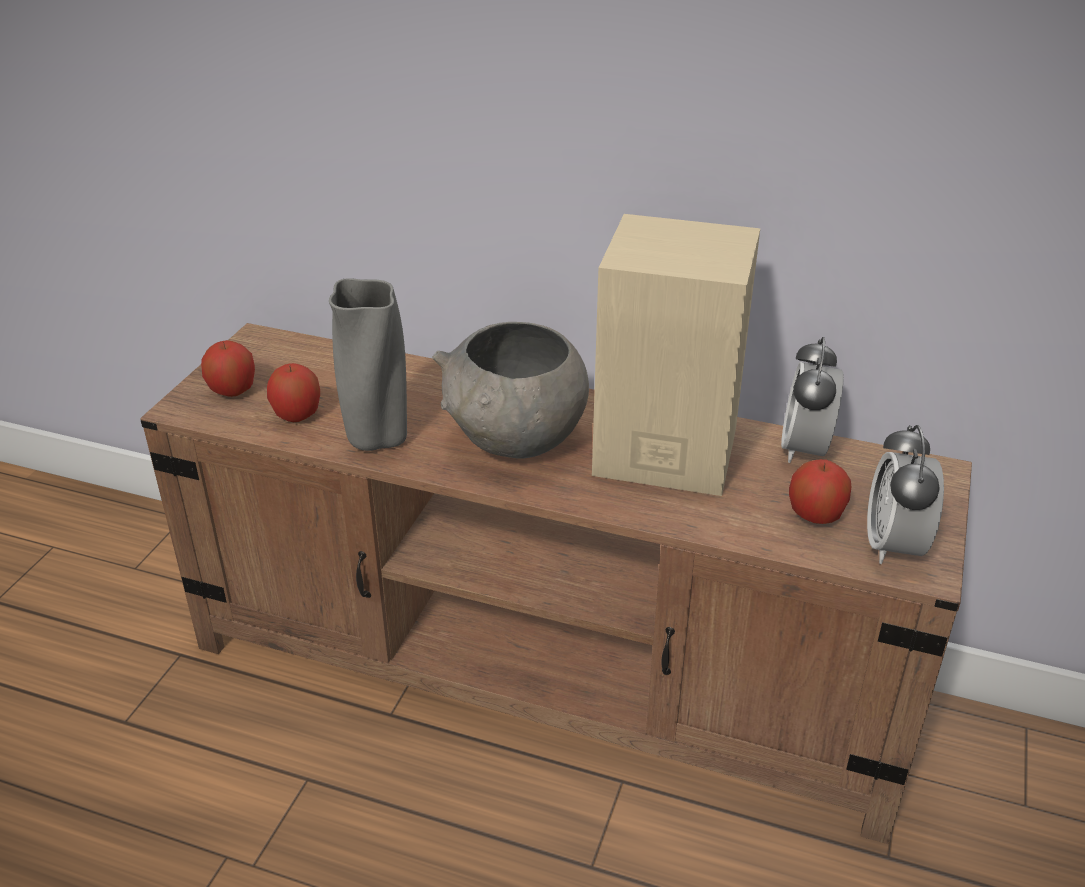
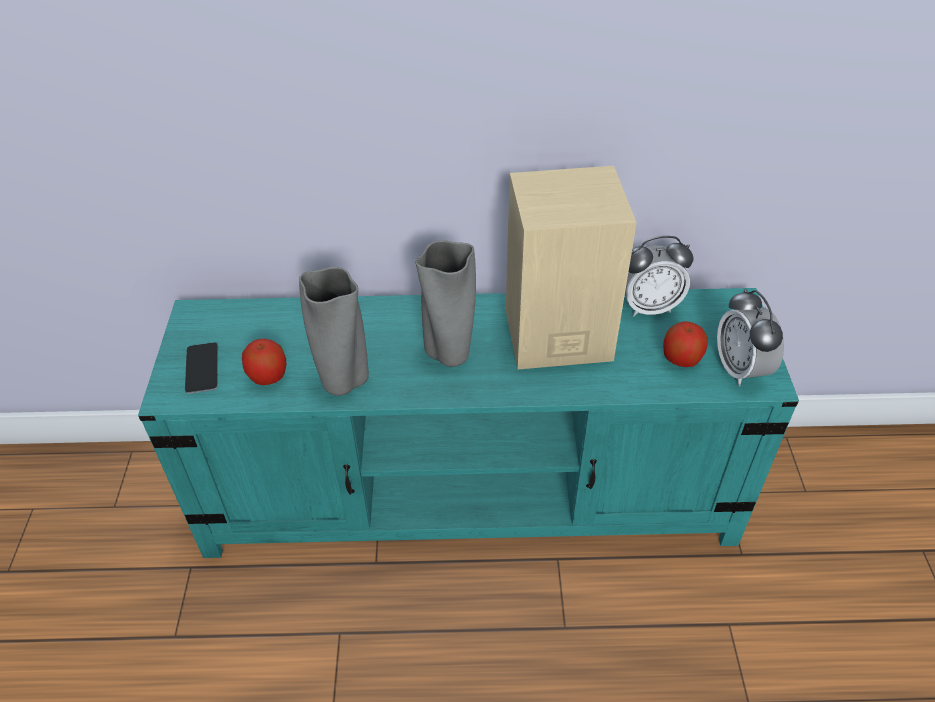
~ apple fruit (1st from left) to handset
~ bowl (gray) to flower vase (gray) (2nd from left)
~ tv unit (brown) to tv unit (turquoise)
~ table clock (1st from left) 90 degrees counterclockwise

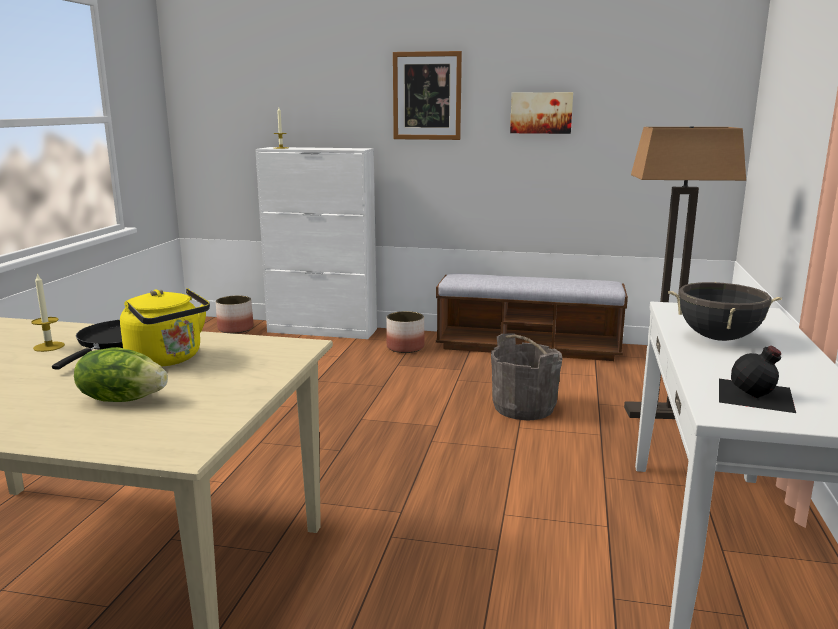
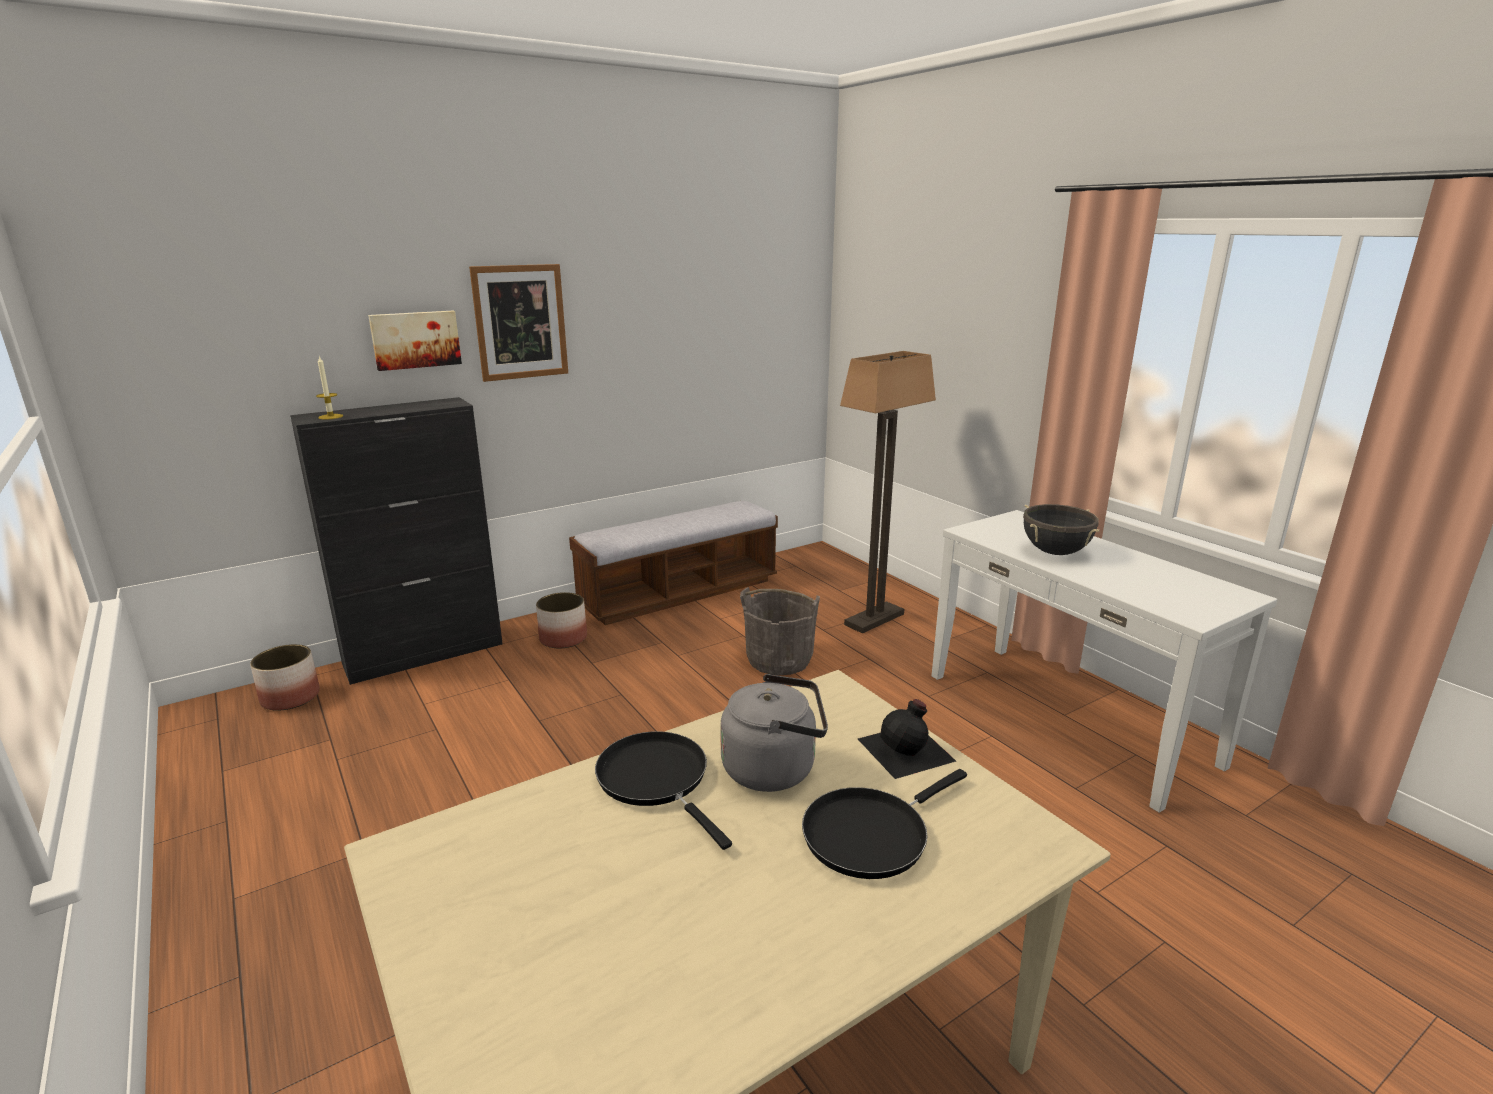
- wax light (1st from left)
~ wall art (2nd from left in the first image) to wall art (1st from left)
~ drink bottle (blackish)
~ lettuce to pan (blackish) (2nd from left)
~ tea kettle (yellow-coloured) to tea kettle (gray)
~ cabinet (white) to cabinet (blackish)

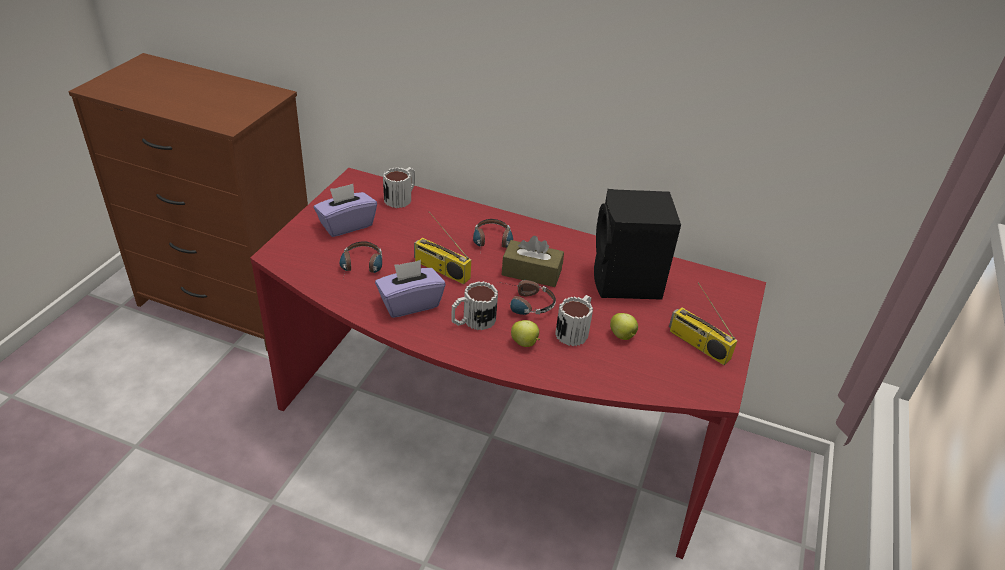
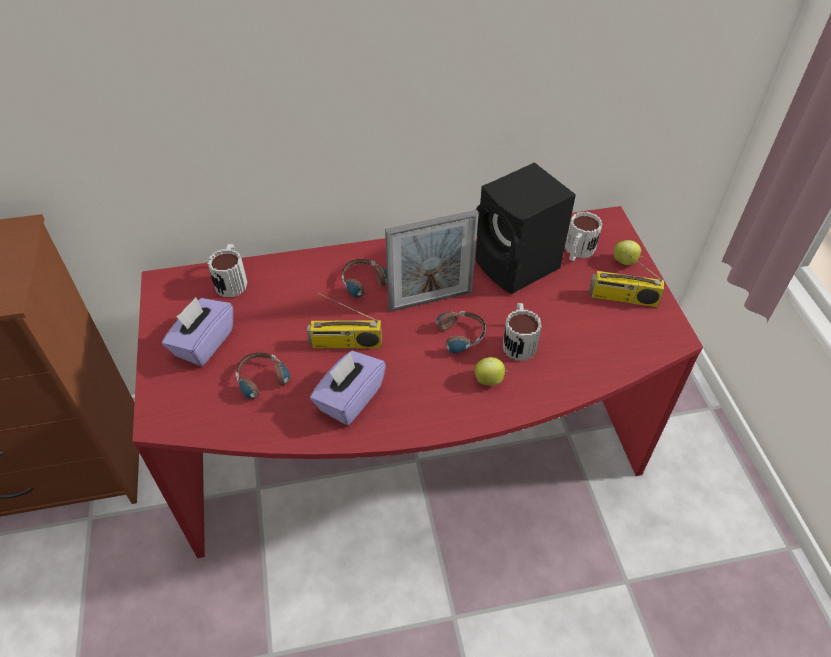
~ tea mug (2nd from left in the first image) to tea mug (3rd from left)
~ apple fruit (2nd from left)
~ tissue holder (brown) to picture frame

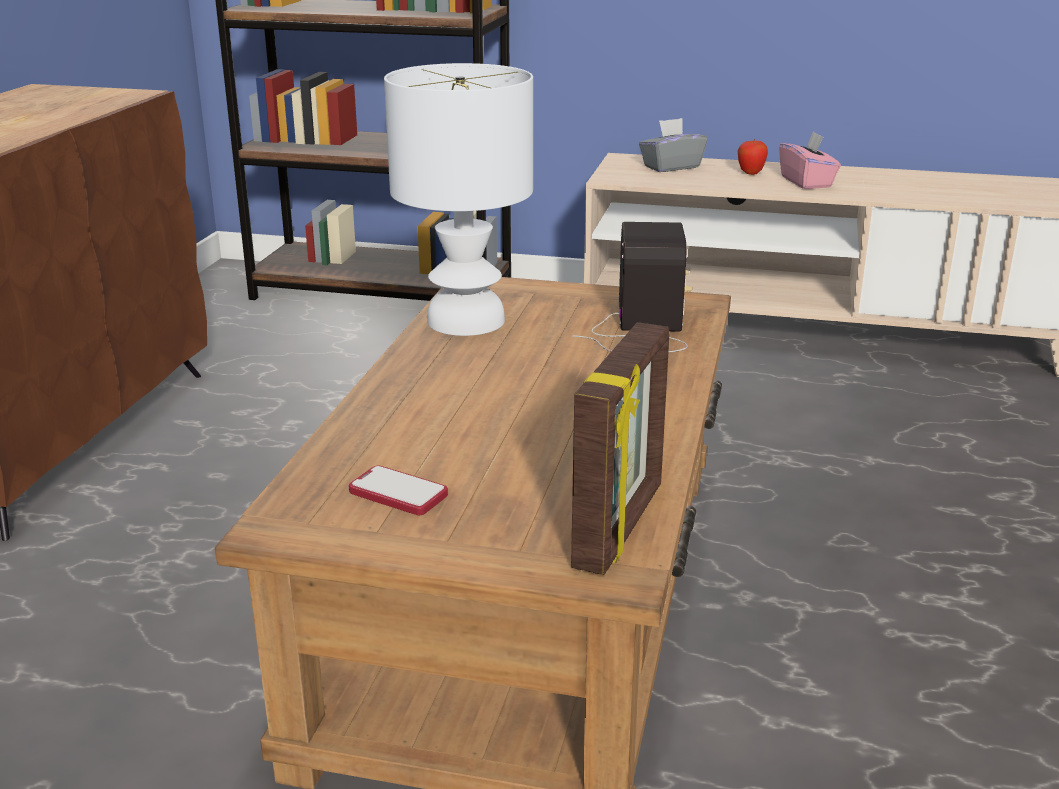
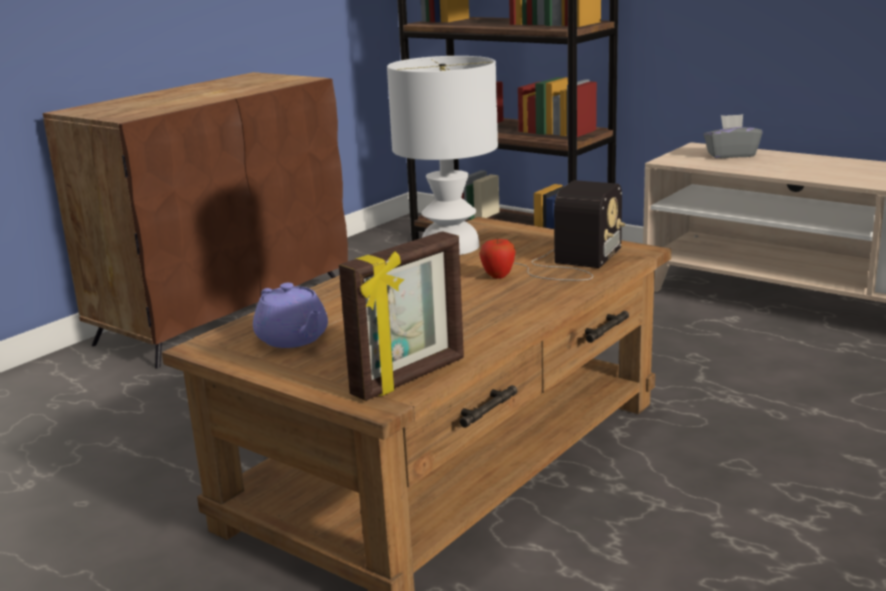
- tissue holder (pink-coloured)
~ apple fruit
~ handset to tea pot (purple)

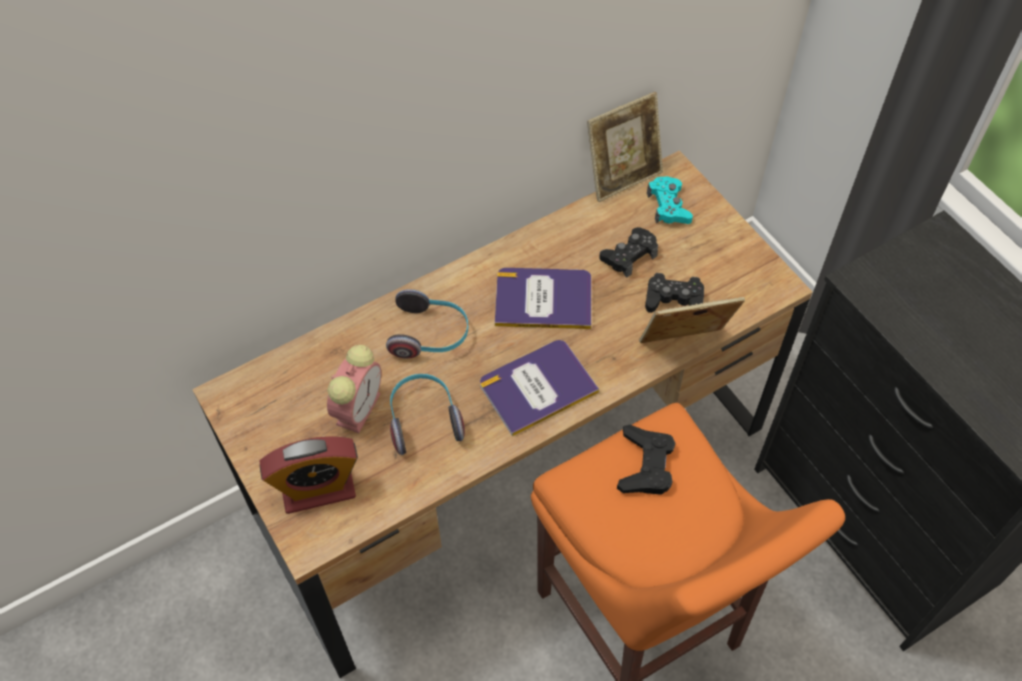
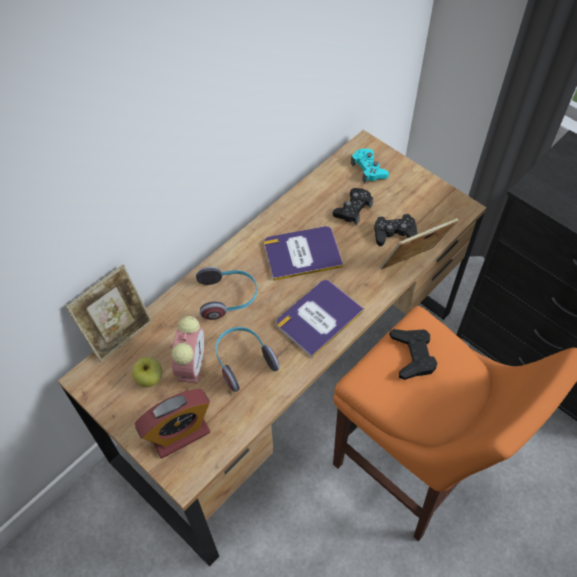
+ apple fruit
~ picture frame (1st from left)

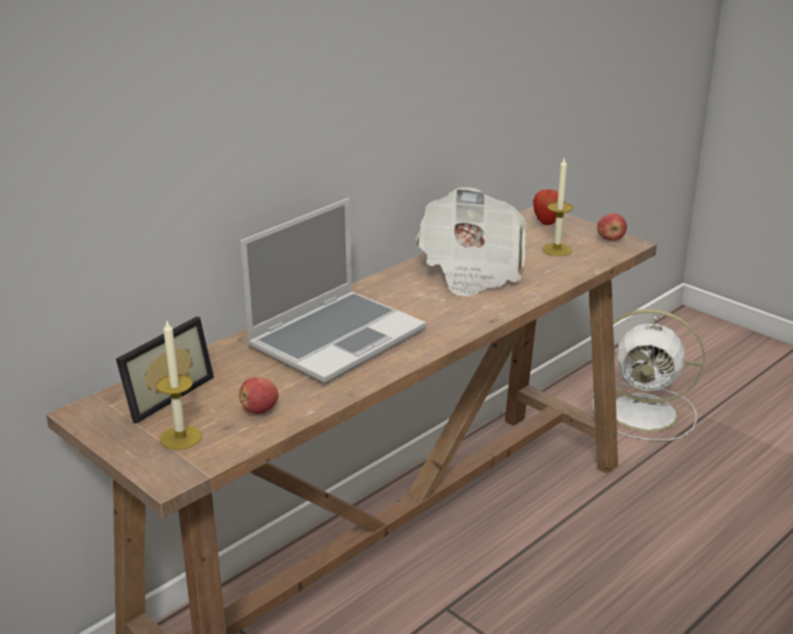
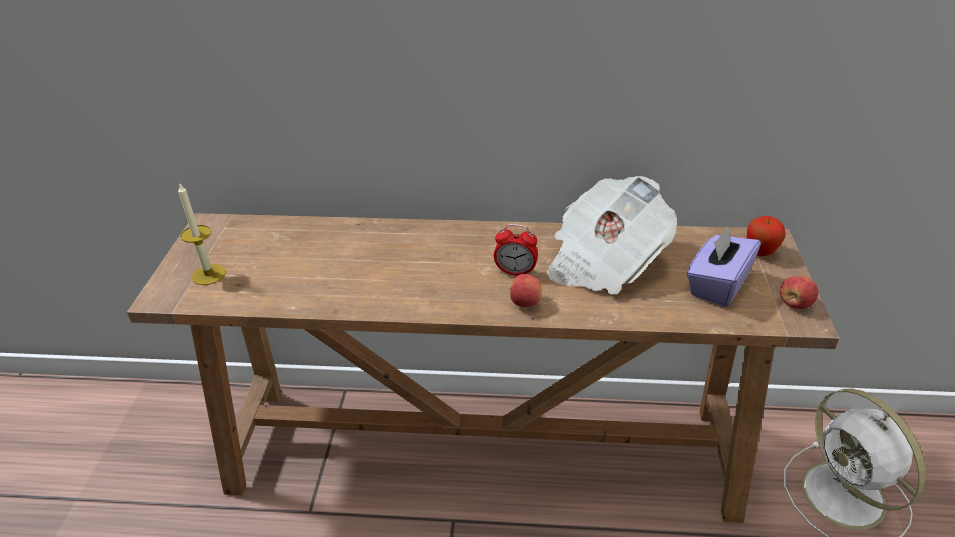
- picture frame
- laptop
+ table clock
~ apple fruit (1st from left)
~ wax light (2nd from left) to tissue holder (purple)

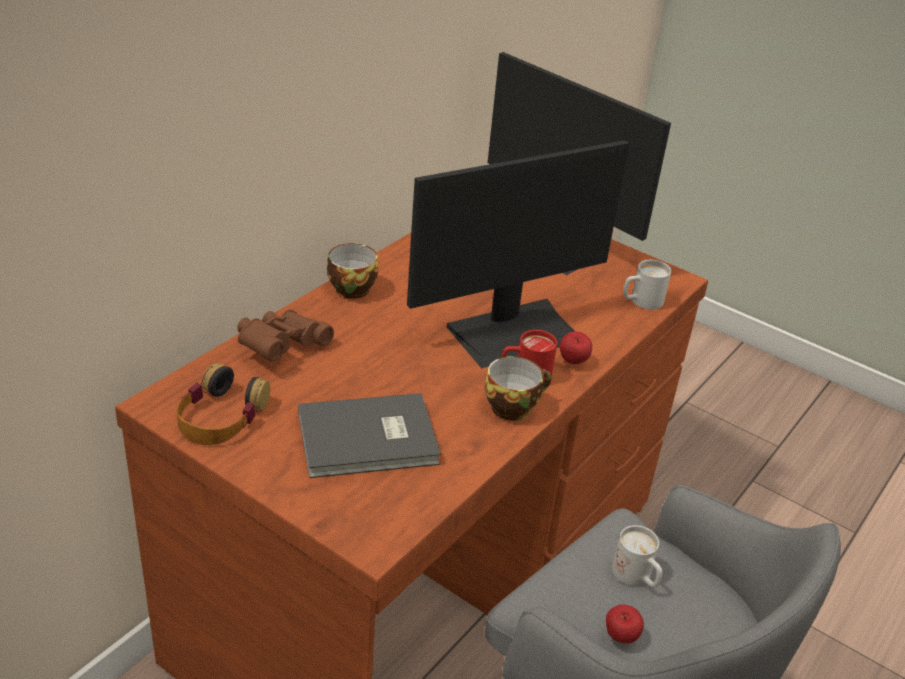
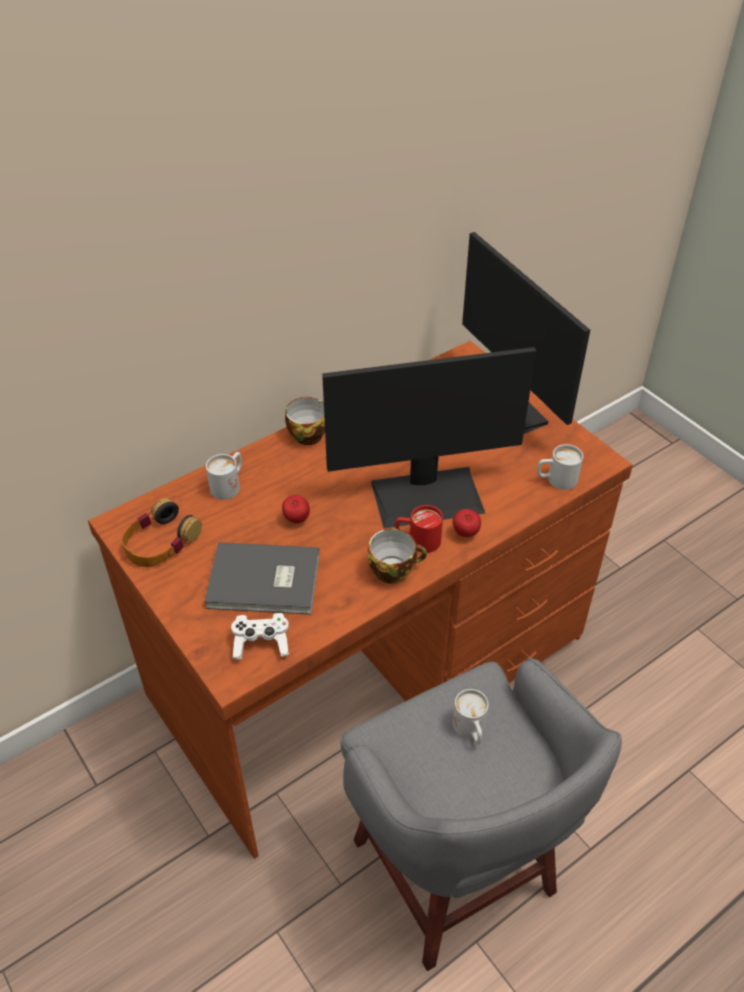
+ game controller (white)
~ apple fruit (2nd from left in the first image) to apple fruit (1st from left)
~ field glasses (brown) to tea mug (white) (1st from left)

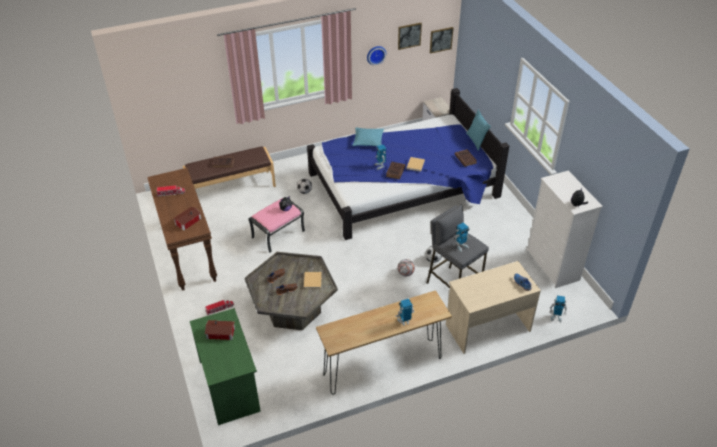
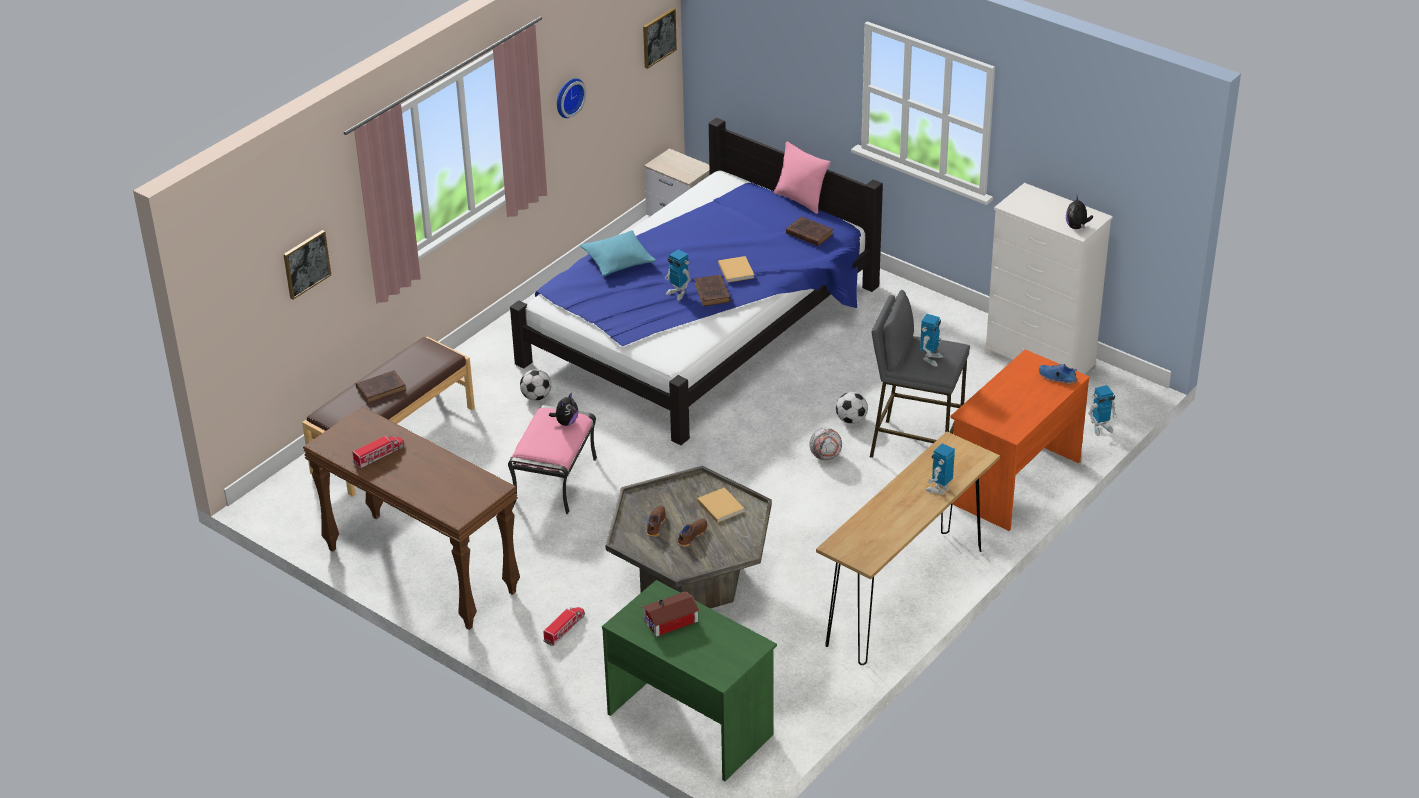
- miniature house (1st from left)
~ wall art (1st from left)
~ desk table (beige) to desk table (orangey)
~ pillow (turquoise) (2nd from left) to pillow (pink-coloured)

